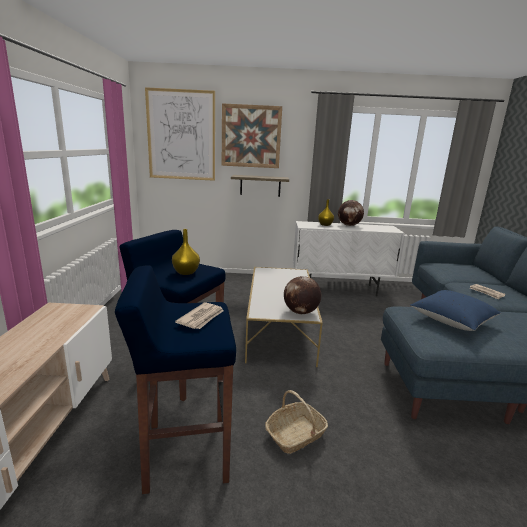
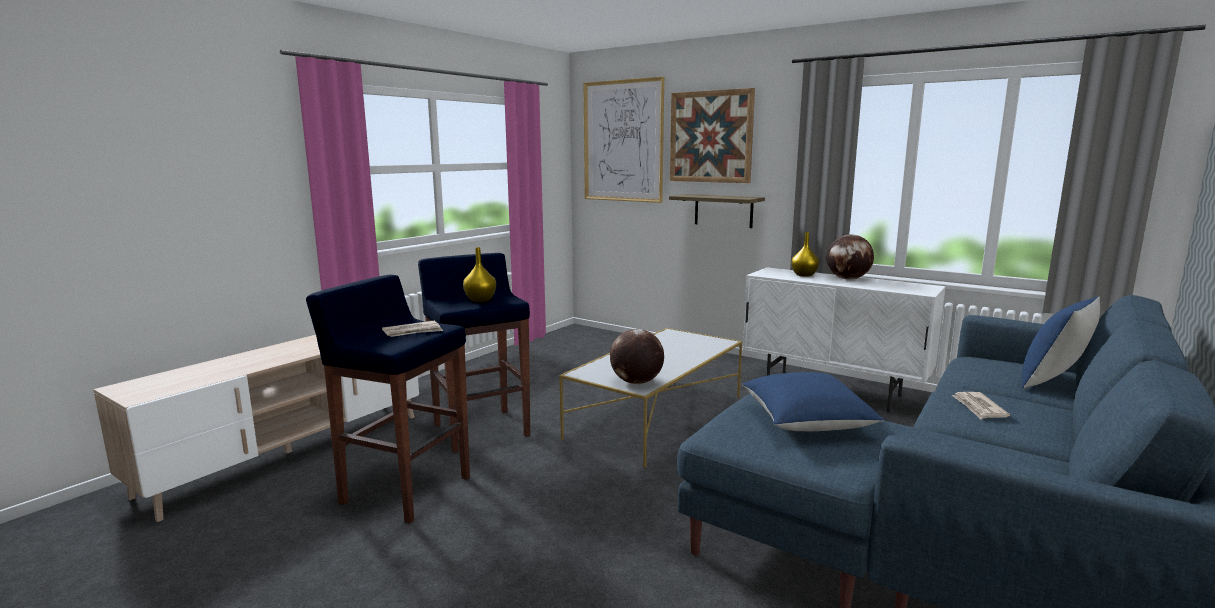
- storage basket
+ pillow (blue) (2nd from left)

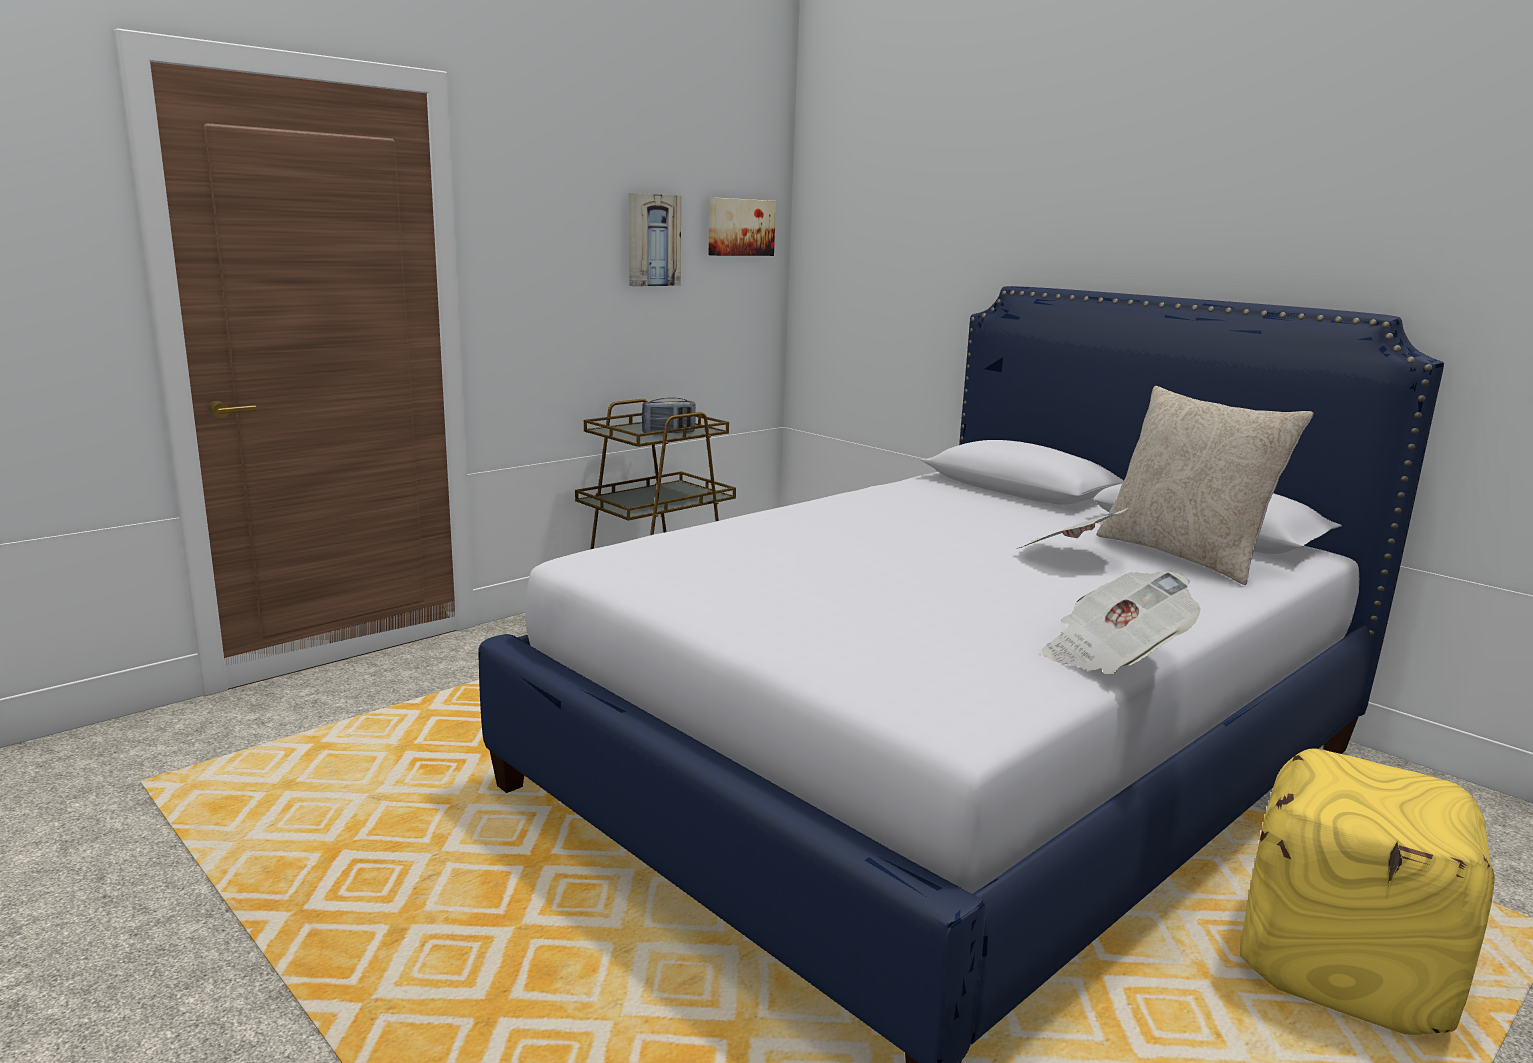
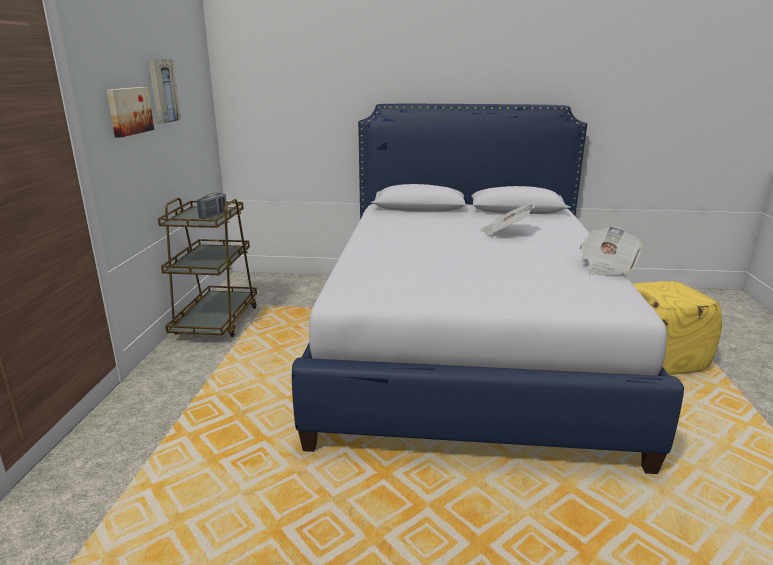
- pillow (beige)
~ wall art (2nd from left in the first image) to wall art (1st from left)

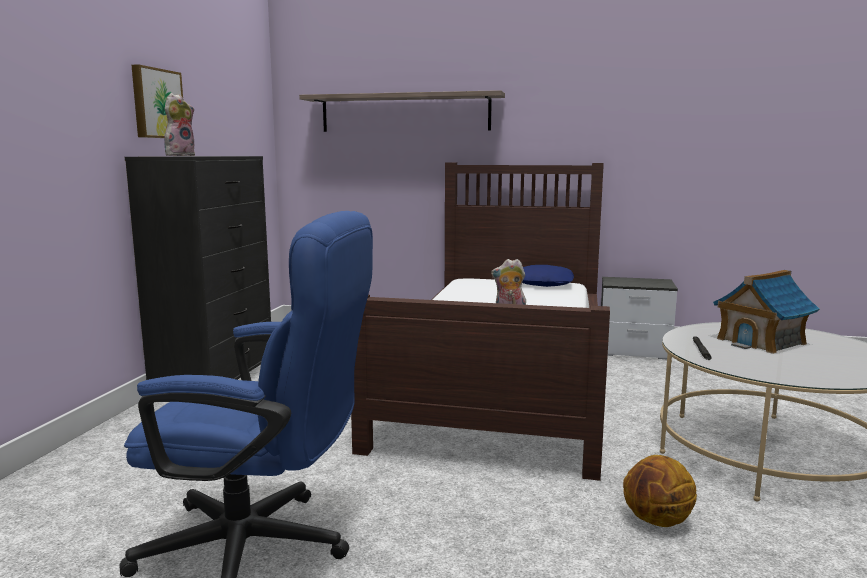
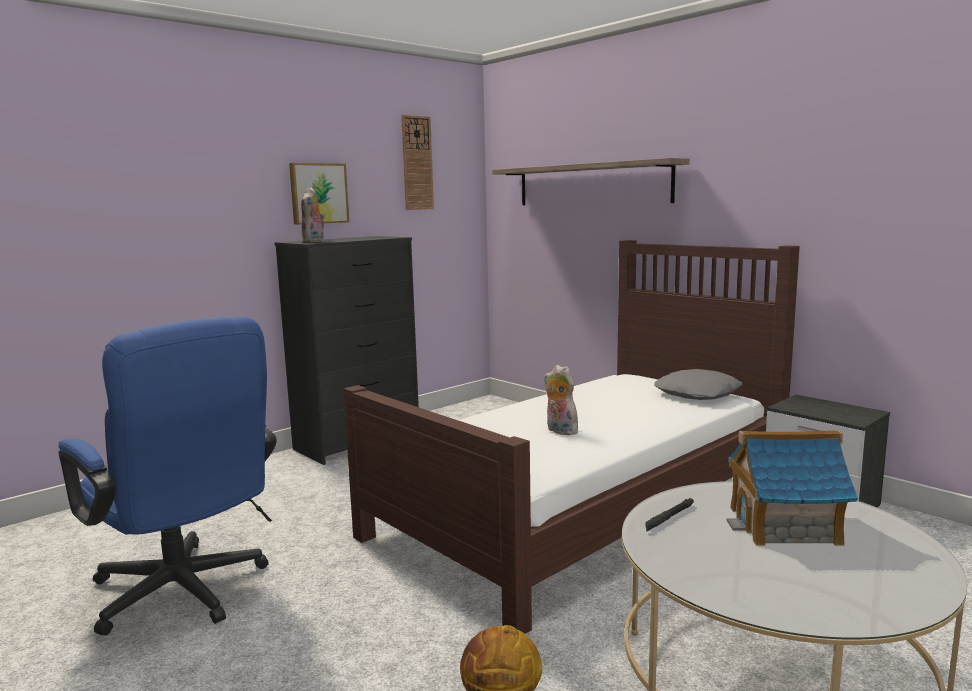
+ hanging clock
~ pillow (blue) to pillow (gray)
~ cuddly toy (1st from left) 120 degrees clockwise

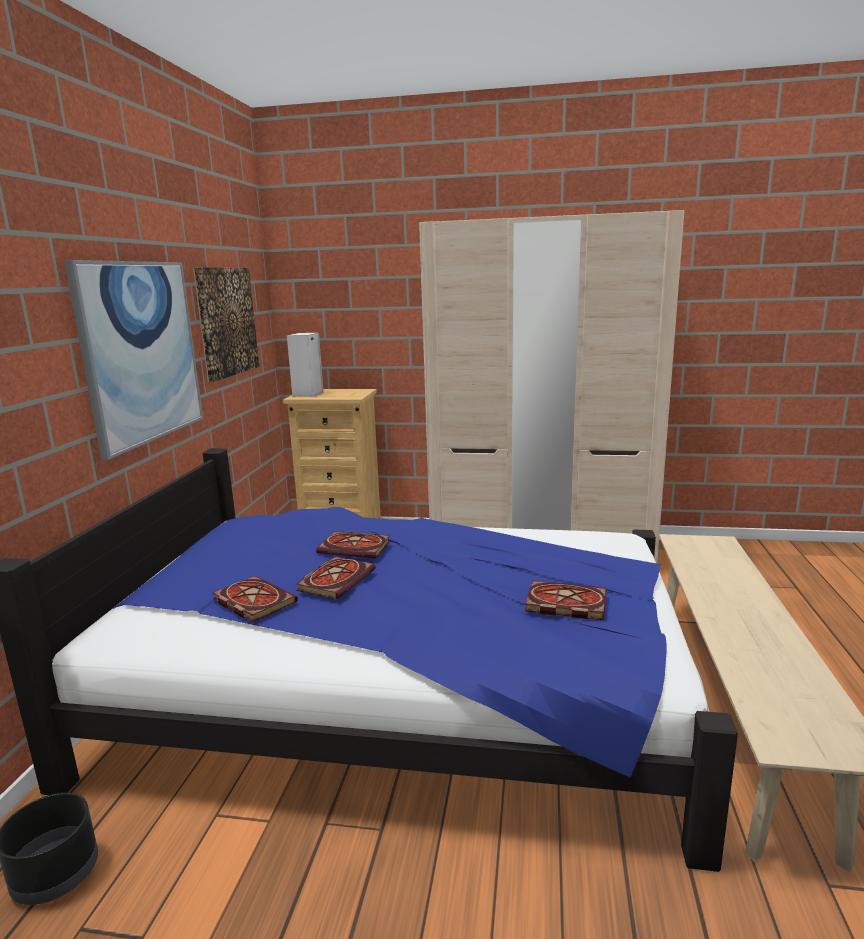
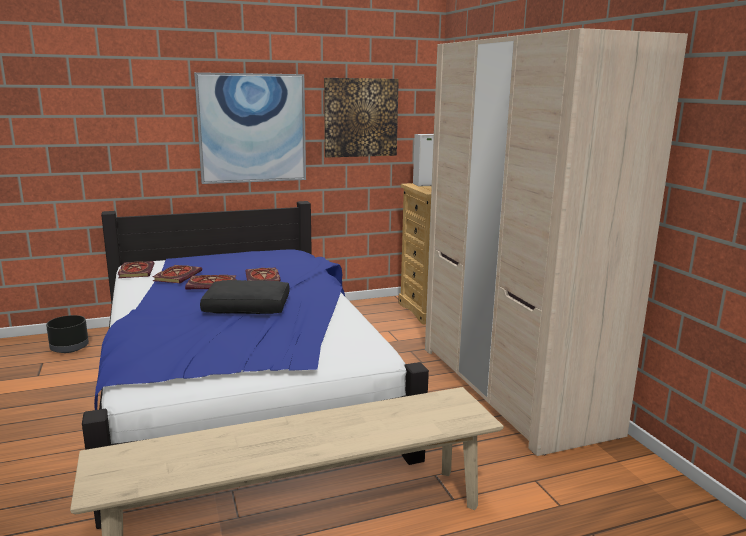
+ pillow (blackish)
~ volume (4th from left in the first image) to volume (1st from left)

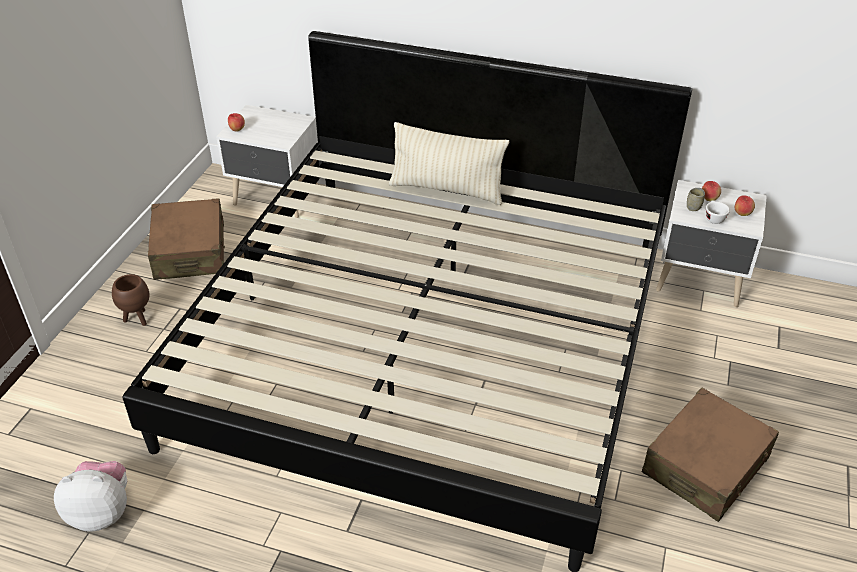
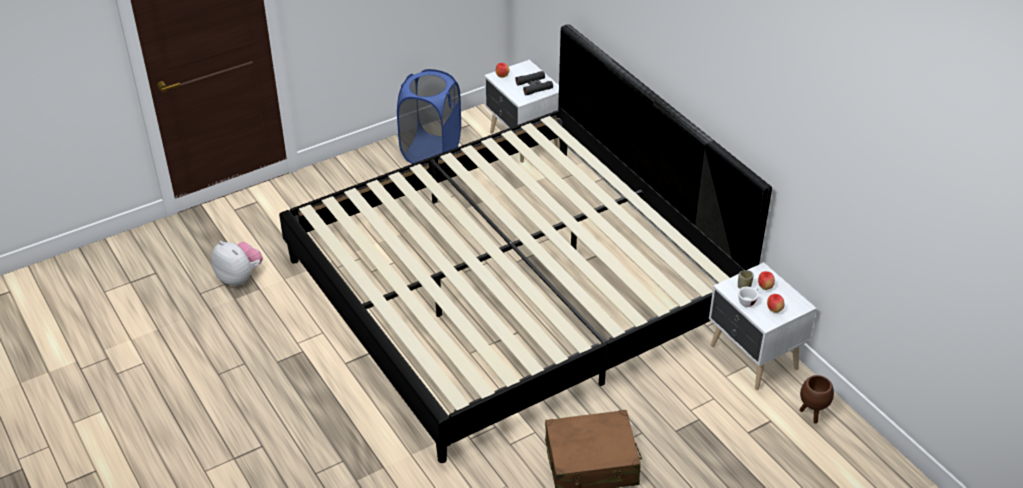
- pillow (beige)
+ field glasses (blackish)
~ planter (brown)
~ travel case (brown) (1st from left) to washing basket (blue)

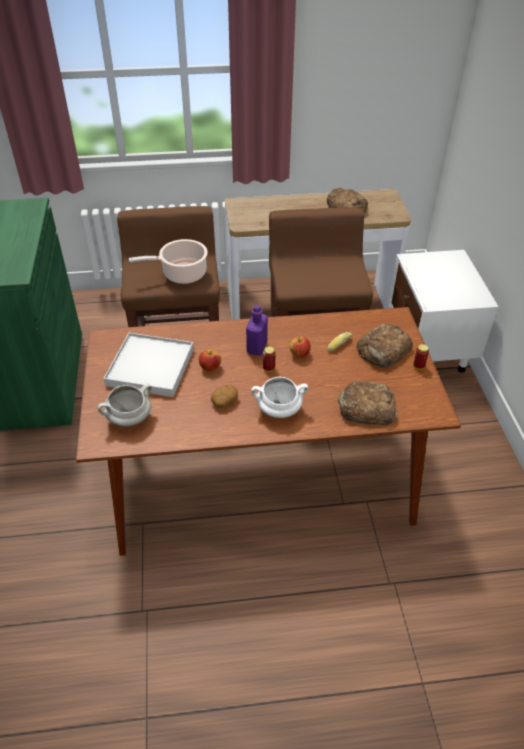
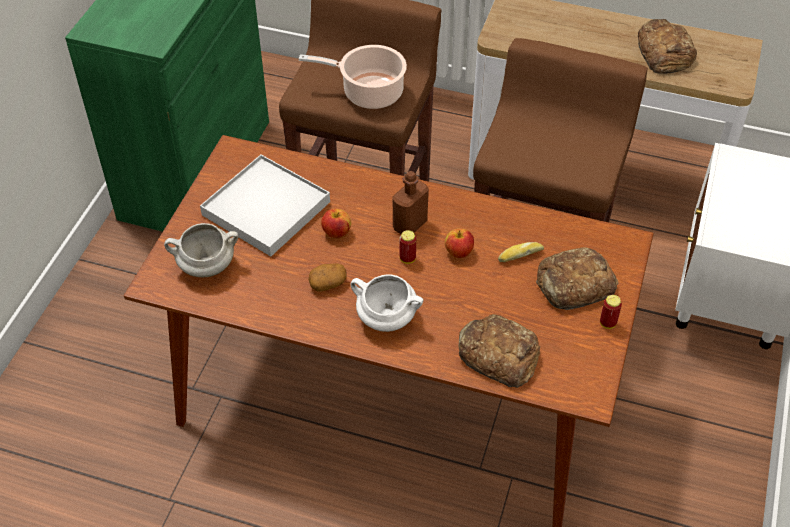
~ drink bottle (purple) to drink bottle (brown)

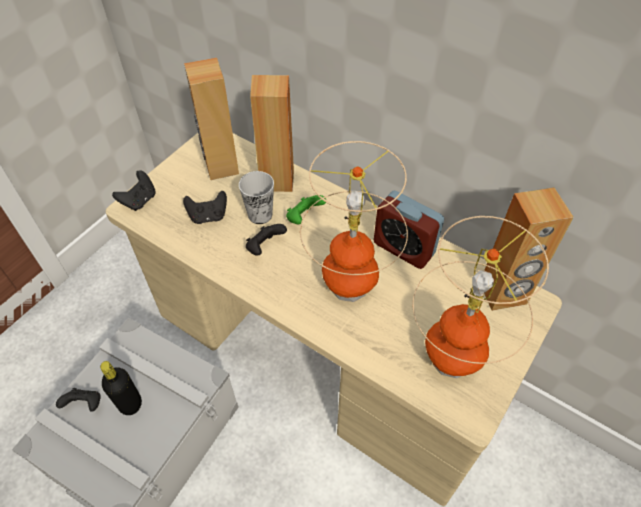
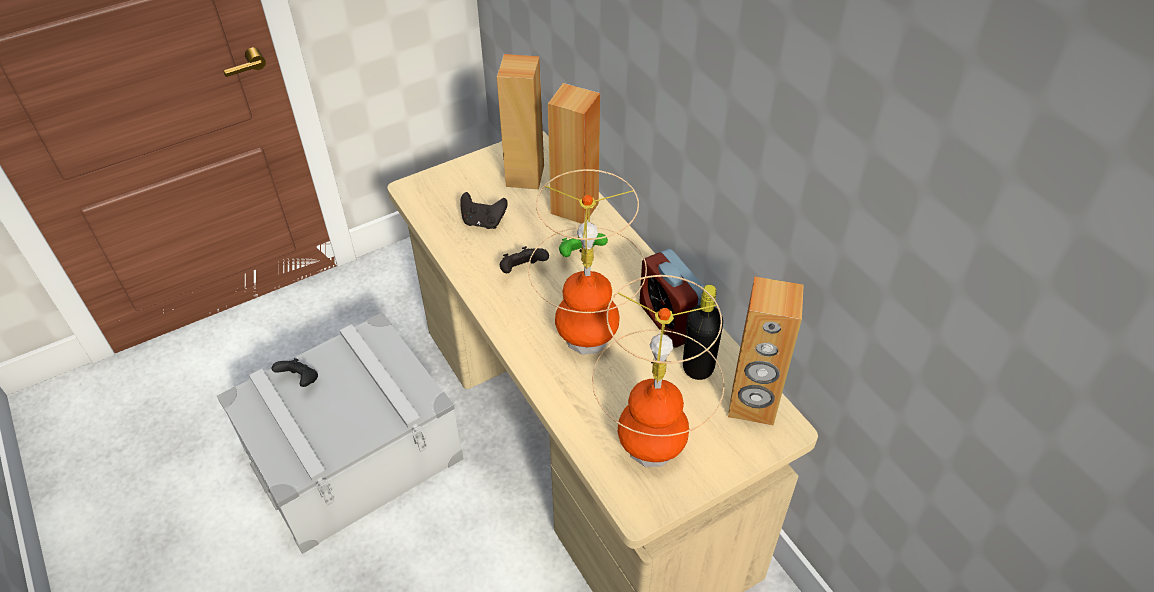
- game controller (blackish) (2nd from left)
- cup
~ drink bottle (blackish)

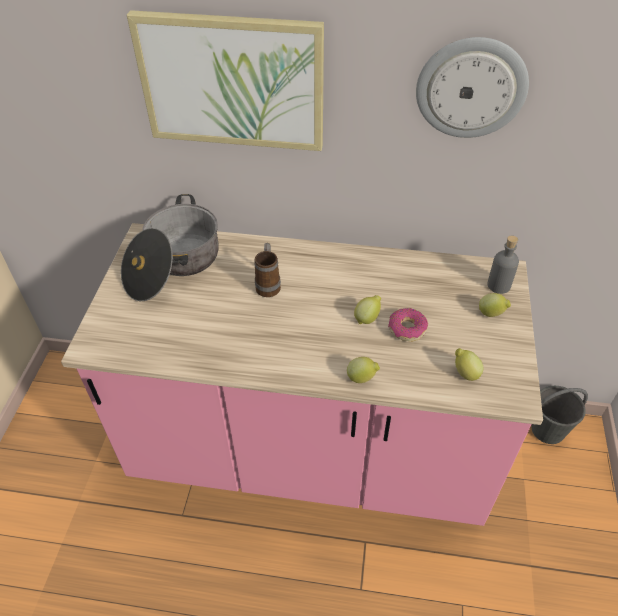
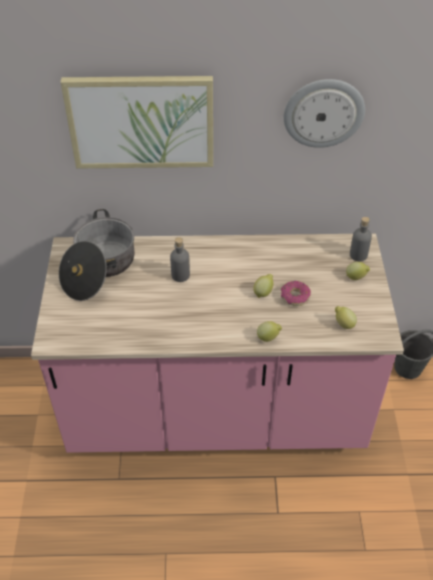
~ tea mug to drink bottle (gray) (1st from left)

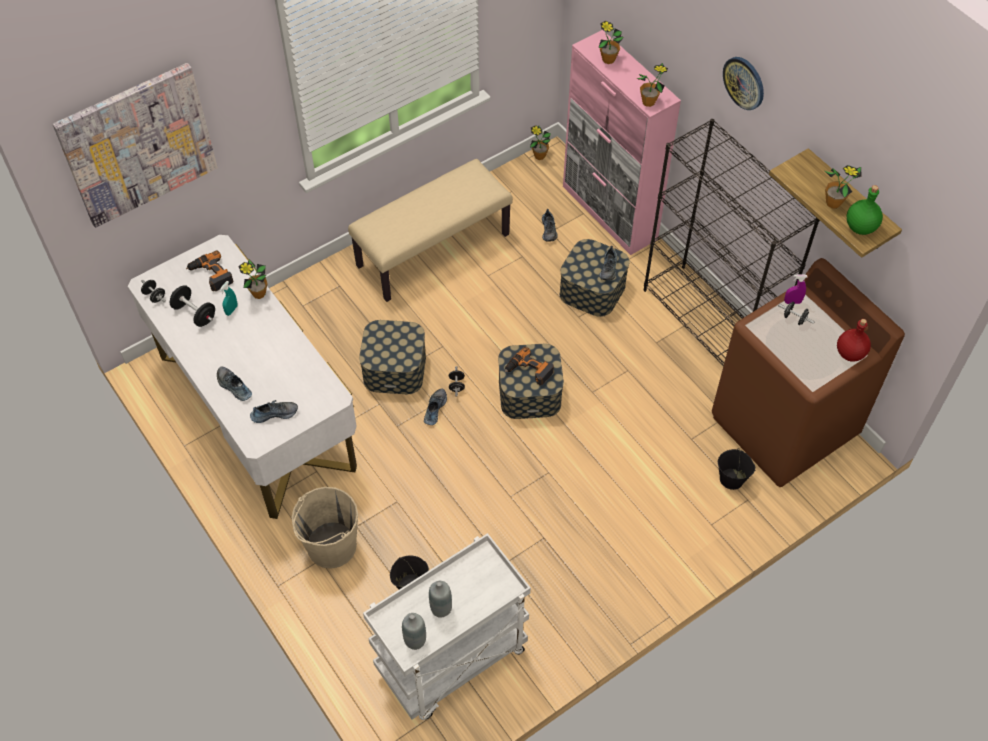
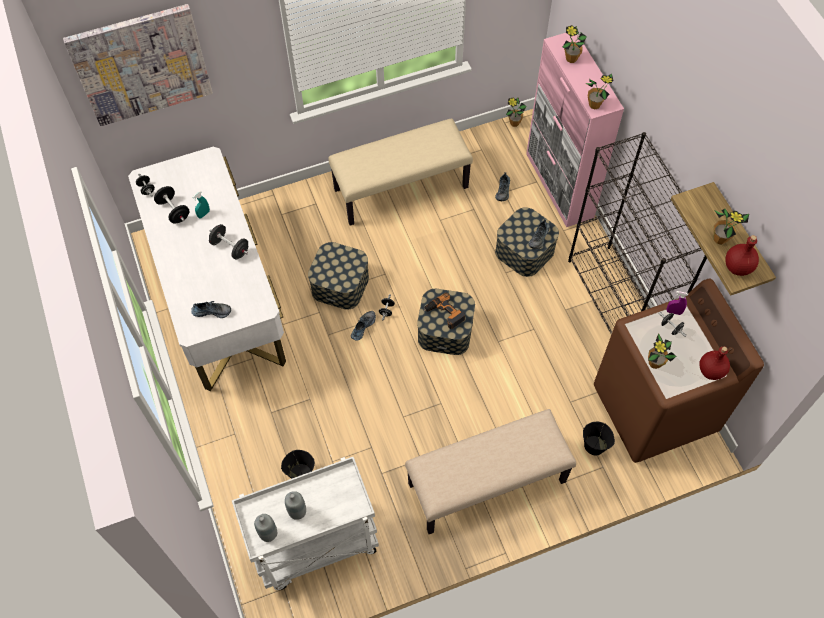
- power drill (1st from left)
- low shoe (1st from left)
- water bucket (beige)
- hanging clock
+ dumbbell (blackish) (3rd from left)
+ bench (beige) (2nd from left)
~ plant in a pot (1st from left in the first image) to plant in a pot (4th from left)
~ drink bottle (green-coloured) to drink bottle (reddish) (2nd from left)

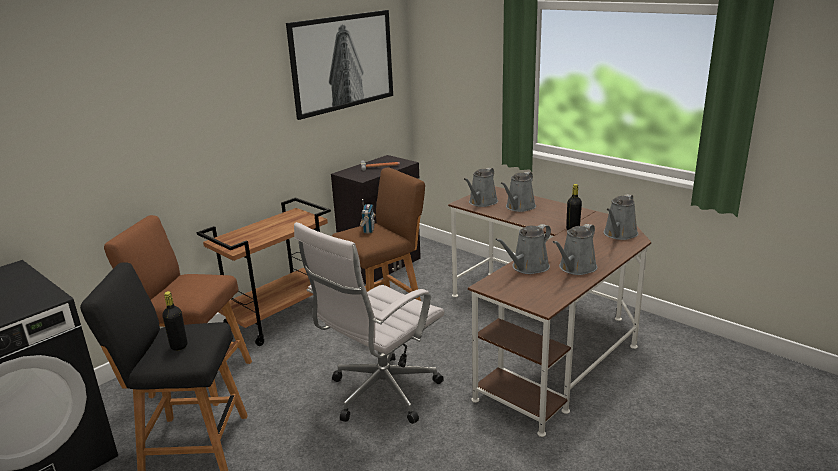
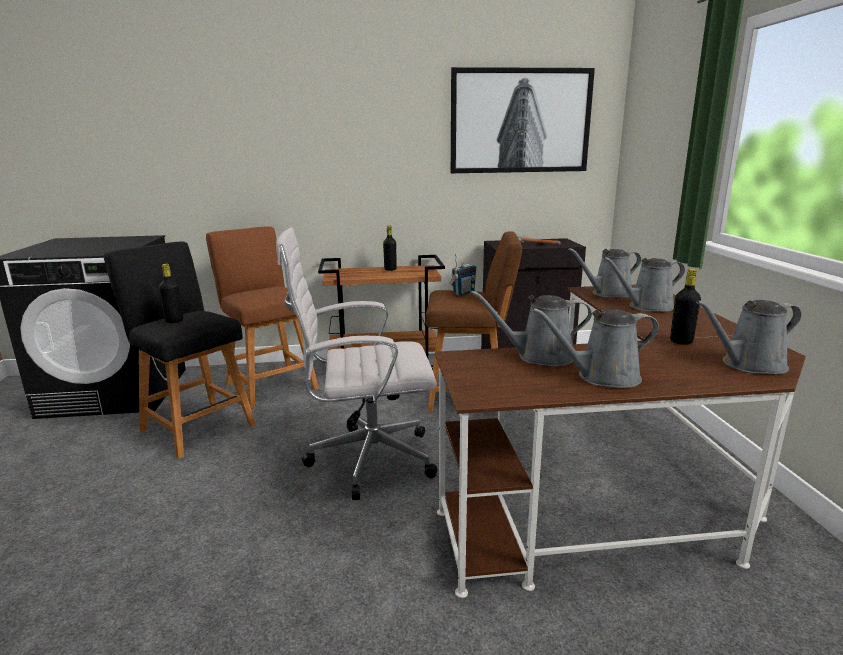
+ drink bottle (blackish) (2nd from left)

